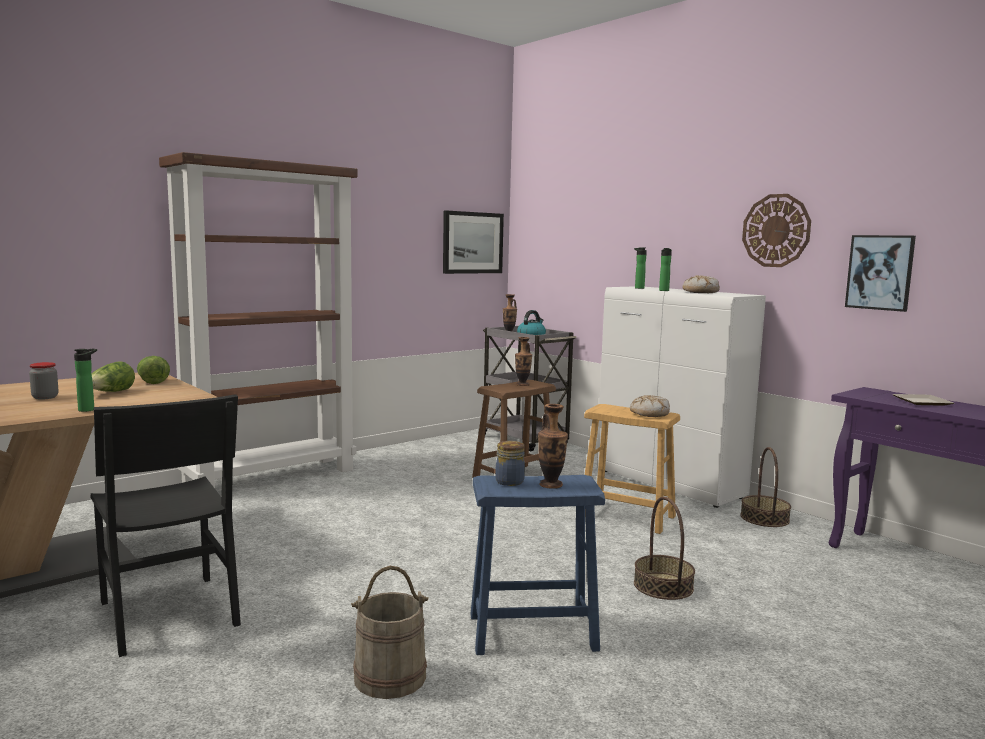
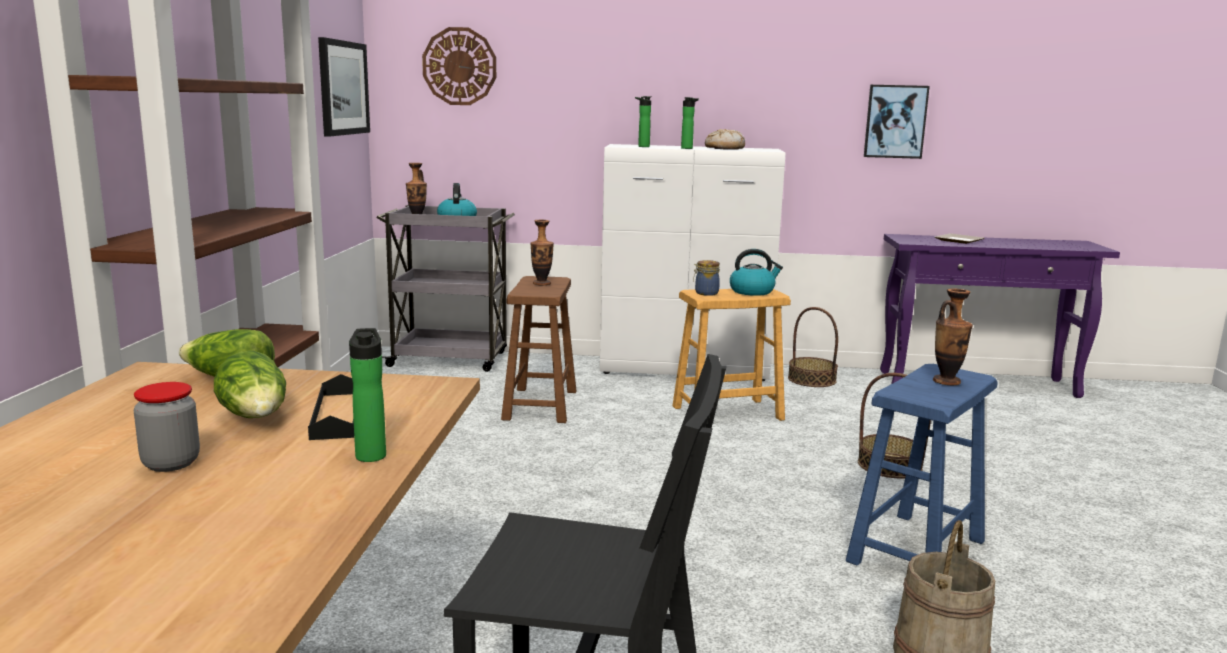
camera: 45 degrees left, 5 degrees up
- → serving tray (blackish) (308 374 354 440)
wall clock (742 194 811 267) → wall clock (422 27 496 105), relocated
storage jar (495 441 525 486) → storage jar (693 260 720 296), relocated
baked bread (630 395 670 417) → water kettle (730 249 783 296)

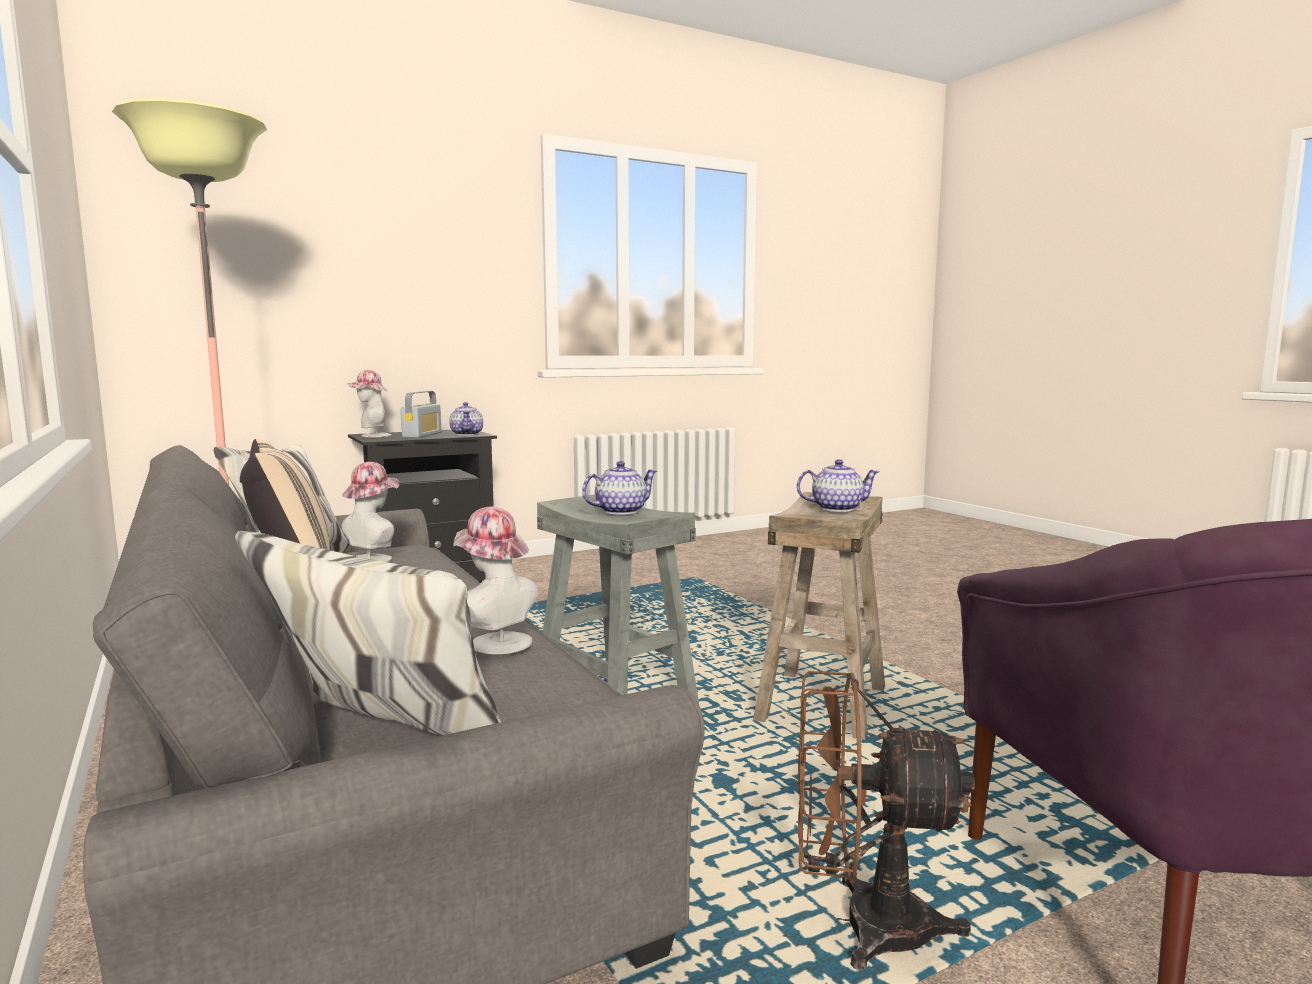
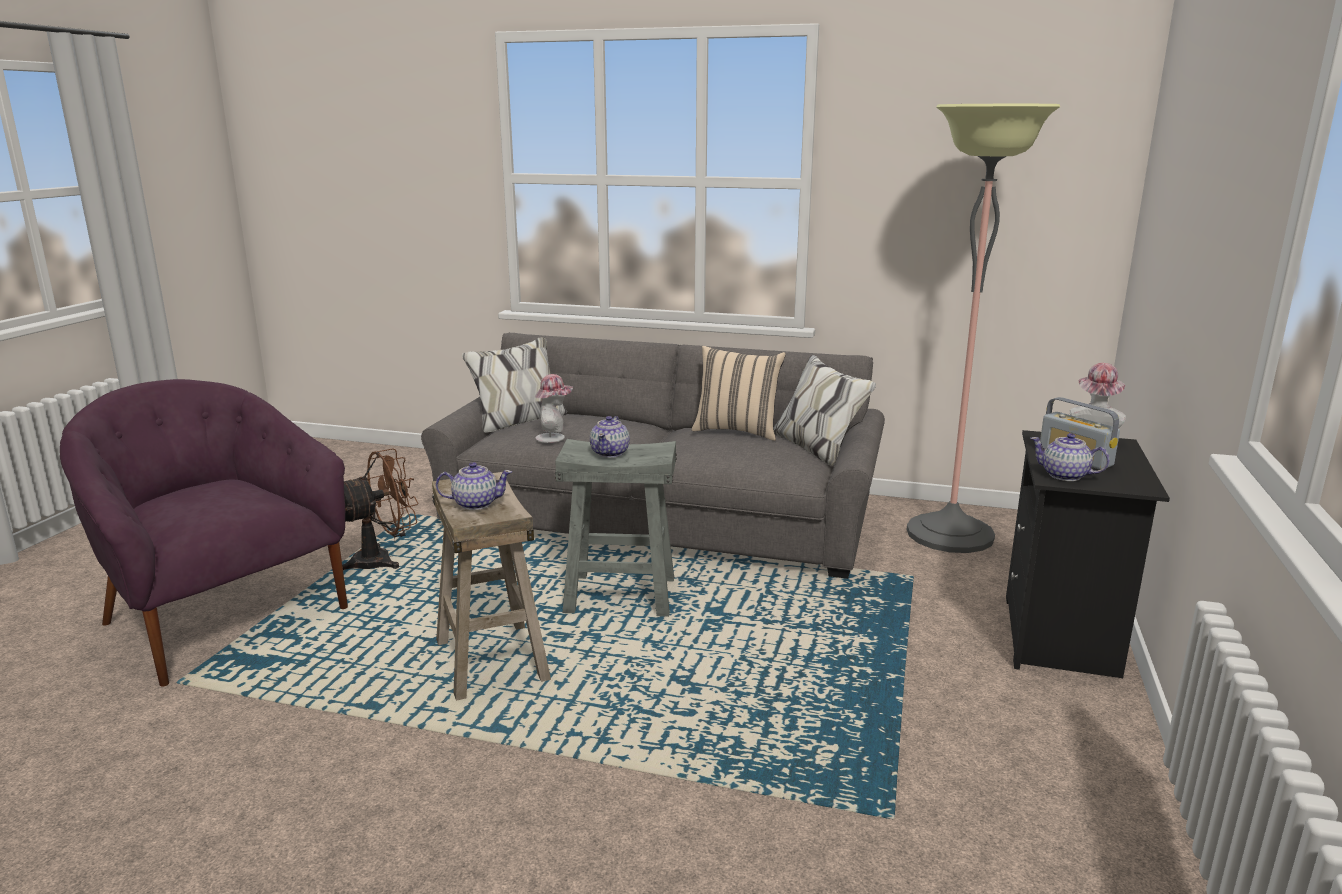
camera: 135 degrees right, 10 degrees up
tea pot (797 459 880 512) → tea pot (436 462 512 510), 135 degrees counterclockwise
clothing hat (341 462 400 562) → -

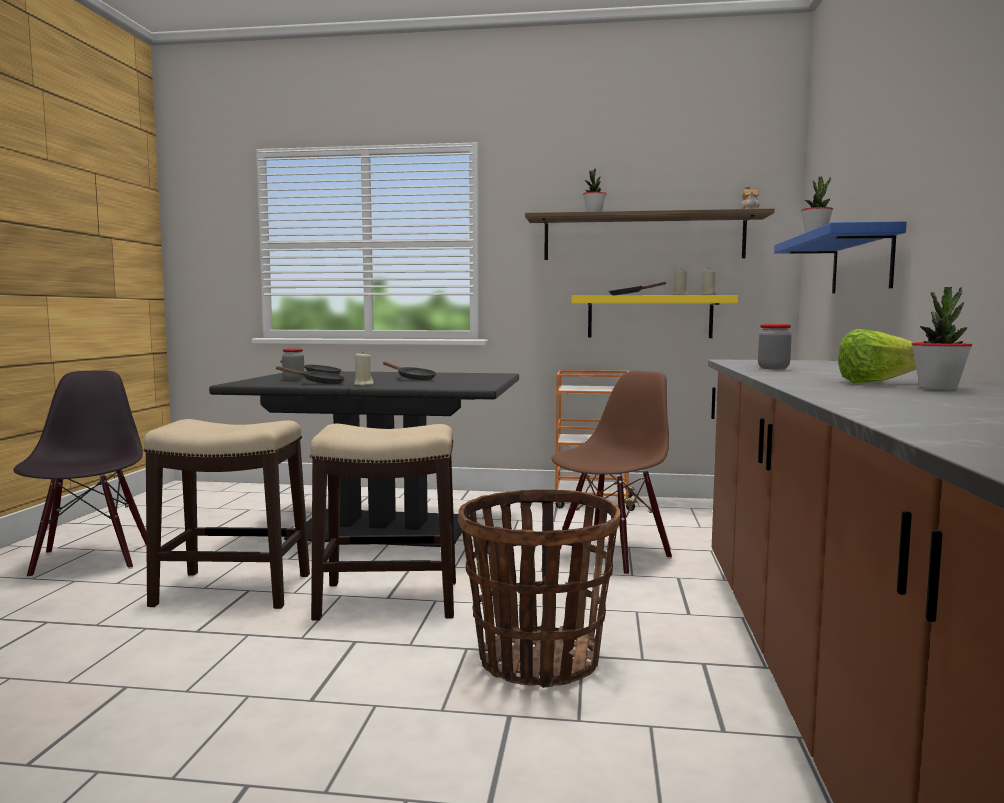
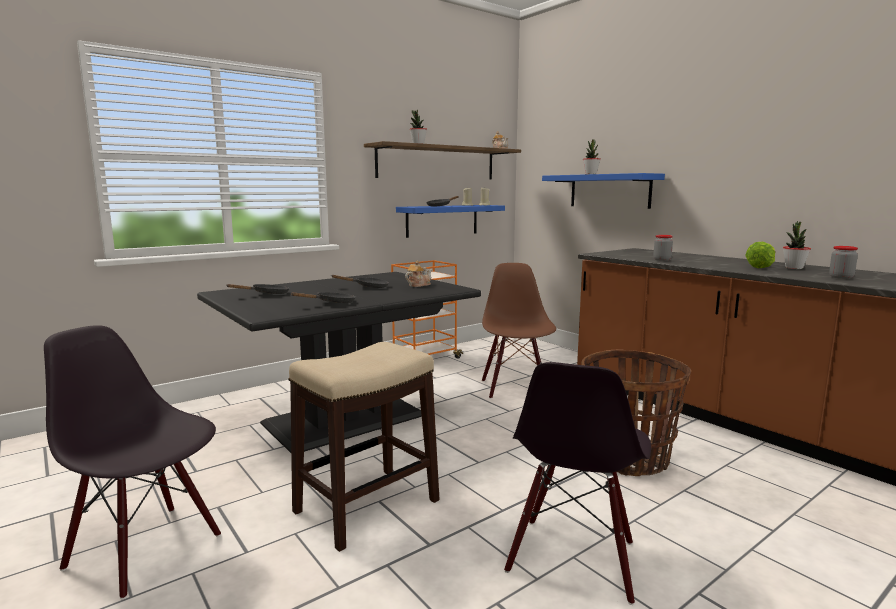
camera: 45 degrees left, 5 degrees up
bracket shelf (yellow) (571 295 738 338) → bracket shelf (blue-coloured) (396 205 505 238)
- → tea pot (405 261 432 287)
- → plain chair (blackish) (504 362 651 605)
storage jar (282 348 304 380) → storage jar (829 246 858 279), relocated
stool (310 423 456 621) → -
wax candle (beige) (354 353 374 386) → -

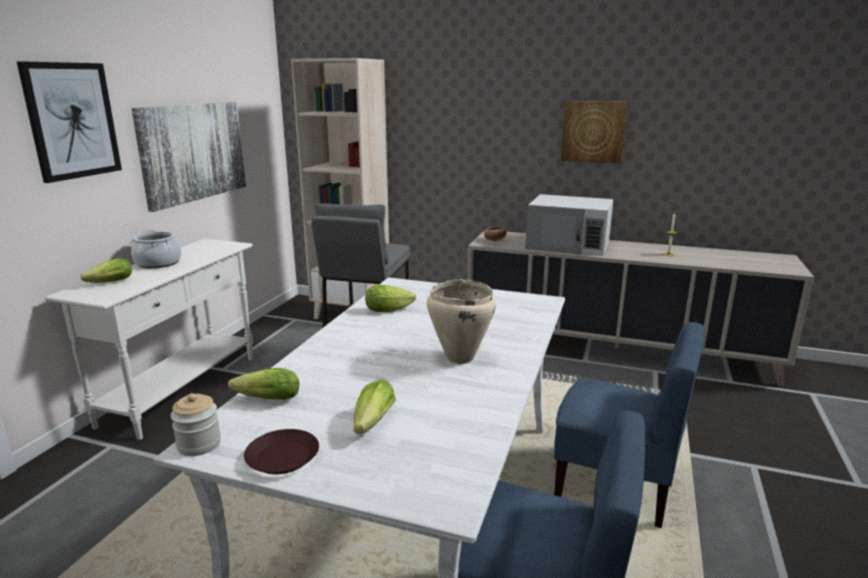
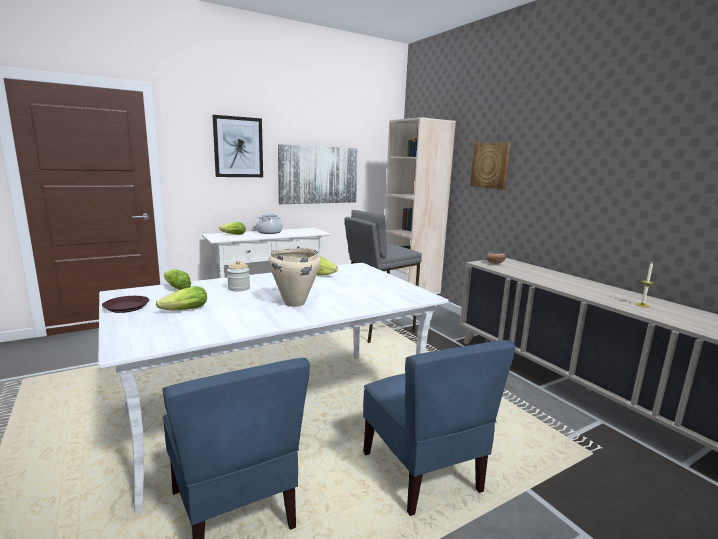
camera: 40 degrees right, 5 degrees down
storage jar (171 393 221 456) → storage jar (227 260 250 291), relocated
picture (561 101 627 164) → picture (470 142 511 189), relocated
microwave (whitish) (525 194 613 256) → -

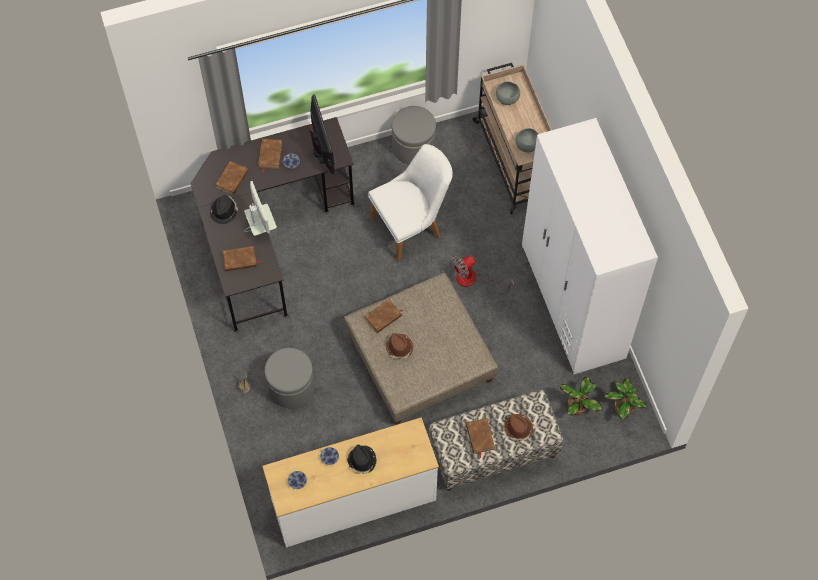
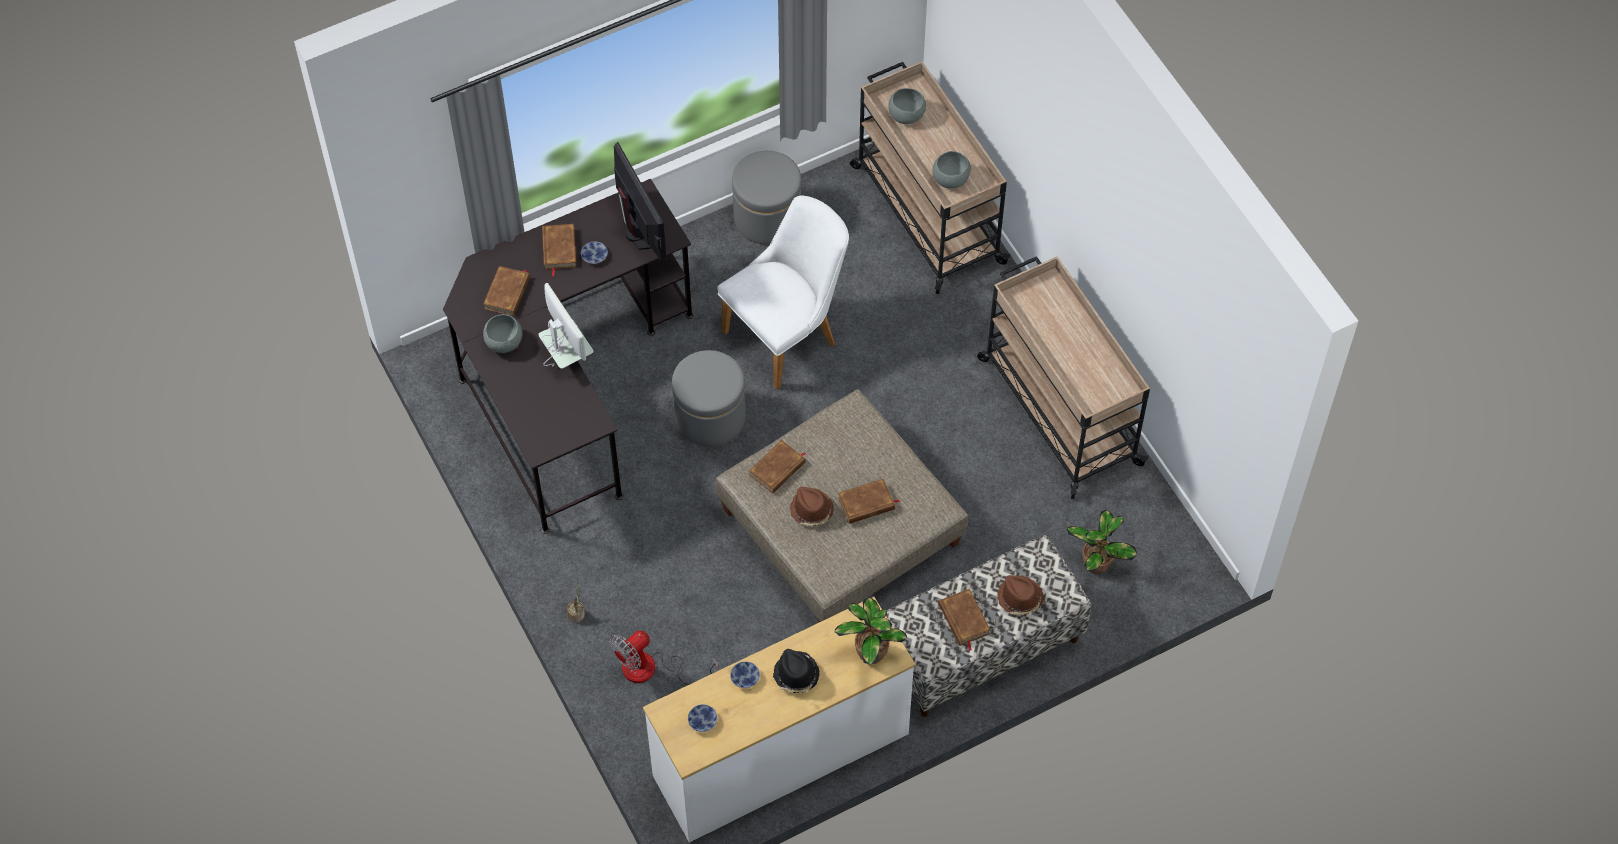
camera: 10 degrees left, 5 degrees down
clothing hat (blackish) (210 195 238 224) → bowl (grey) (483 314 523 353)
electric fan (452 255 515 294) → electric fan (609 630 719 685), relocated
pouffe (grey) (265 348 315 409) → pouffe (grey) (672 350 746 447), relocated
houseplant (604 378 646 420) → houseplant (834 597 907 665), relocated
bound book (brown) (223 246 261 271) → bound book (brown) (838 479 900 524), relocated
clothes cupboard (whitish) (522 118 658 375) → trolley (beige) (977 256 1150 499)

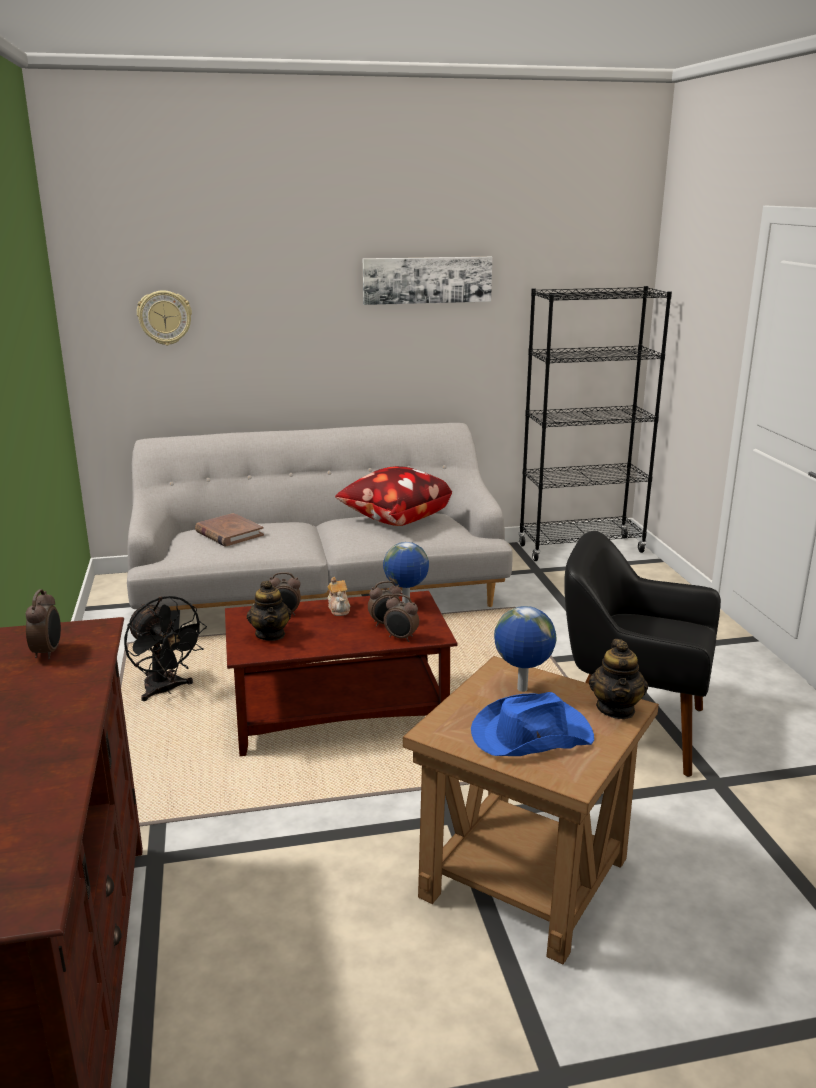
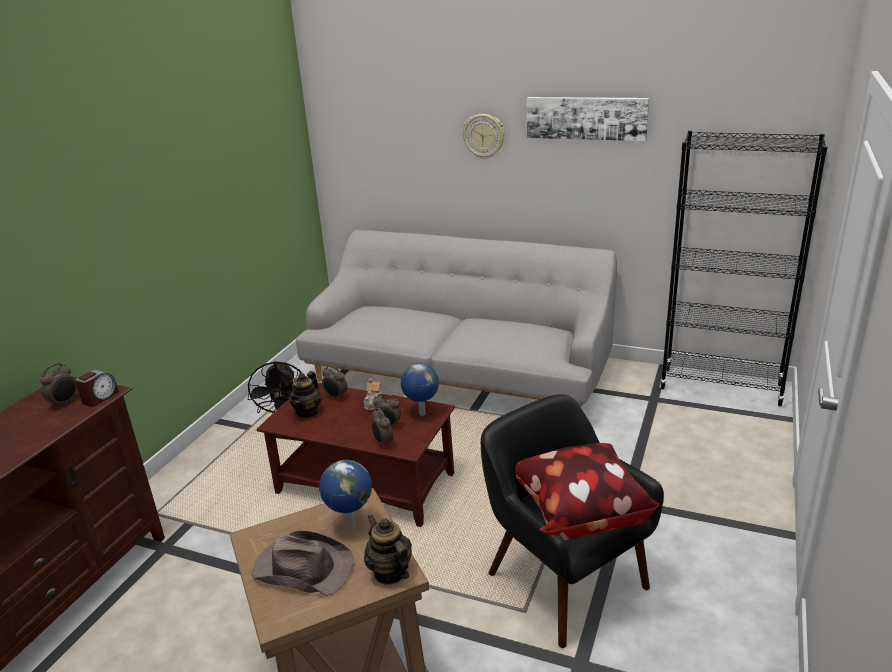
camera: 35 degrees right, 5 degrees up
- → alarm clock (75 370 119 407)
clothing hat (blue-coloured) (471 692 594 756) → clothing hat (brown) (252 530 354 596)
tea pot (589 639 648 719) → tea pot (364 514 412 585), 105 degrees clockwise
wall clock (137 290 192 345) → wall clock (462 114 505 159), relocated
cushion (335 466 452 526) → cushion (515 443 659 541), relocated
bound book (brown) (195 513 264 547) → -

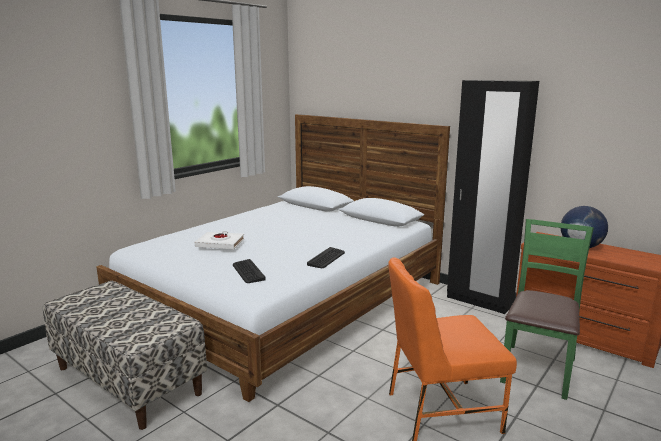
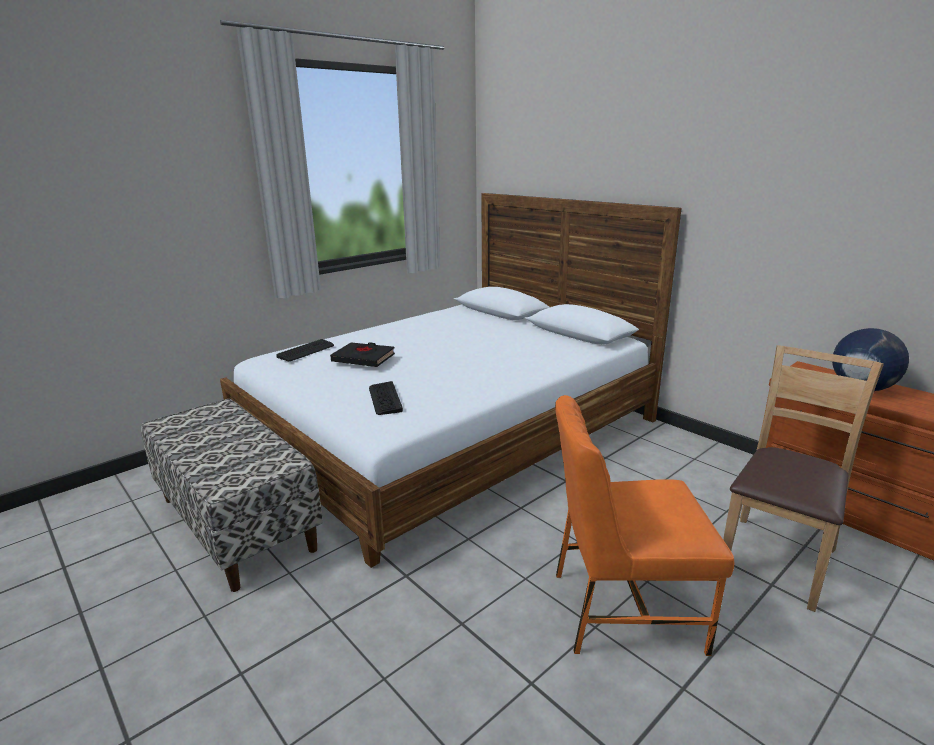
camera: 10 degrees right, 5 degrees up
PC keyboard (307 247 345 268) → PC keyboard (276 339 334 361), relocated
bound book (whitish) (195 231 244 249) → bound book (blackish) (330 342 395 367)
plain chair (green-coloured) (500 219 594 400) → plain chair (brown) (723 345 884 612)
clothes cupboard (blackish) (447 80 539 314) → -

